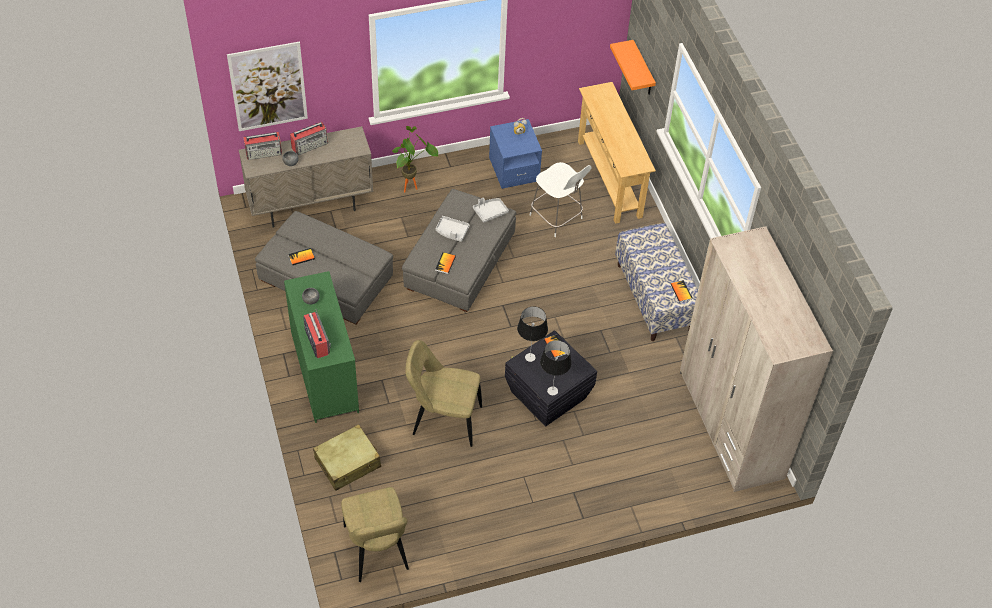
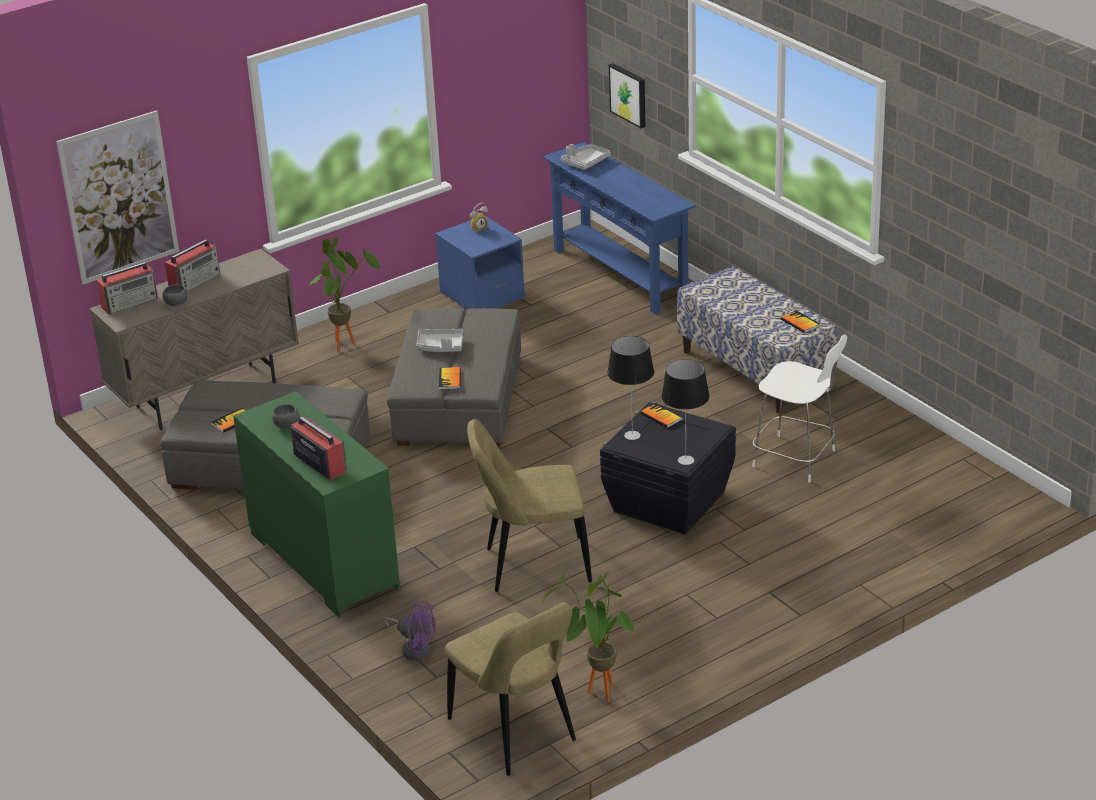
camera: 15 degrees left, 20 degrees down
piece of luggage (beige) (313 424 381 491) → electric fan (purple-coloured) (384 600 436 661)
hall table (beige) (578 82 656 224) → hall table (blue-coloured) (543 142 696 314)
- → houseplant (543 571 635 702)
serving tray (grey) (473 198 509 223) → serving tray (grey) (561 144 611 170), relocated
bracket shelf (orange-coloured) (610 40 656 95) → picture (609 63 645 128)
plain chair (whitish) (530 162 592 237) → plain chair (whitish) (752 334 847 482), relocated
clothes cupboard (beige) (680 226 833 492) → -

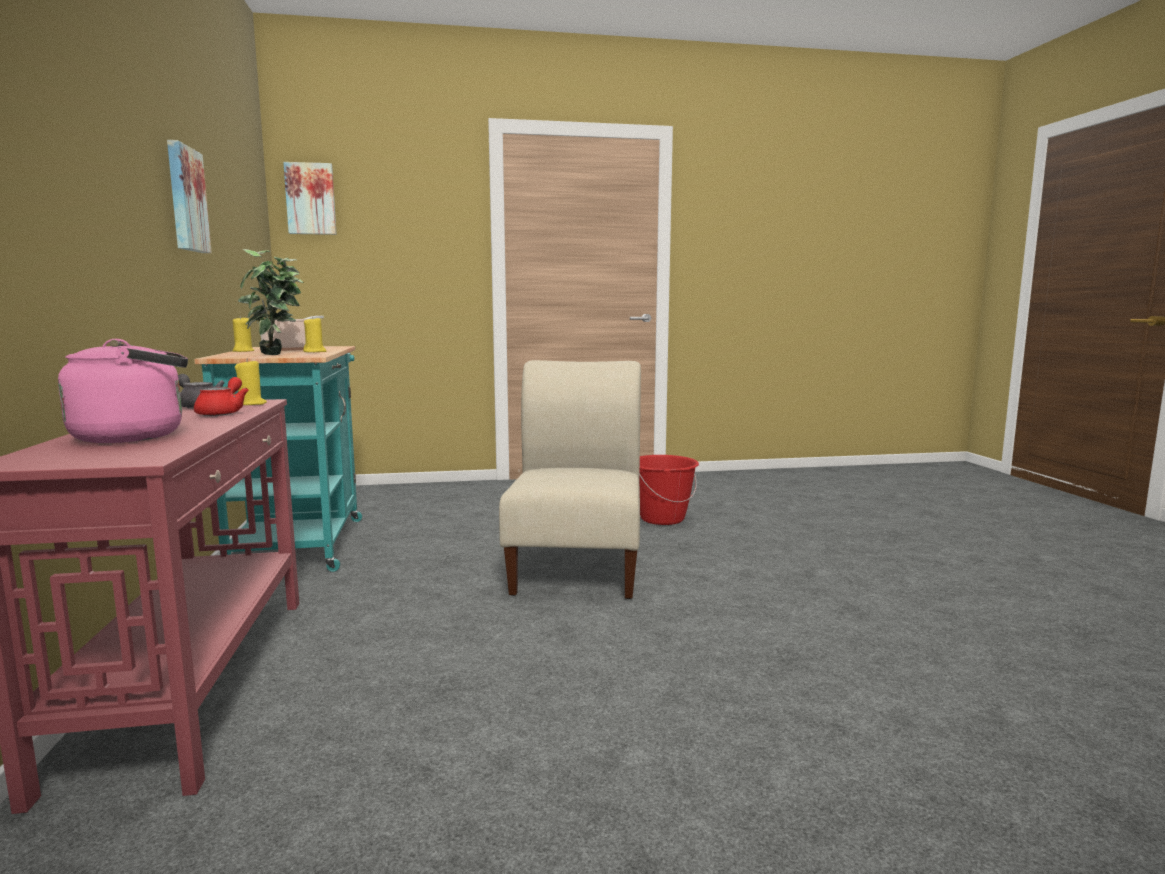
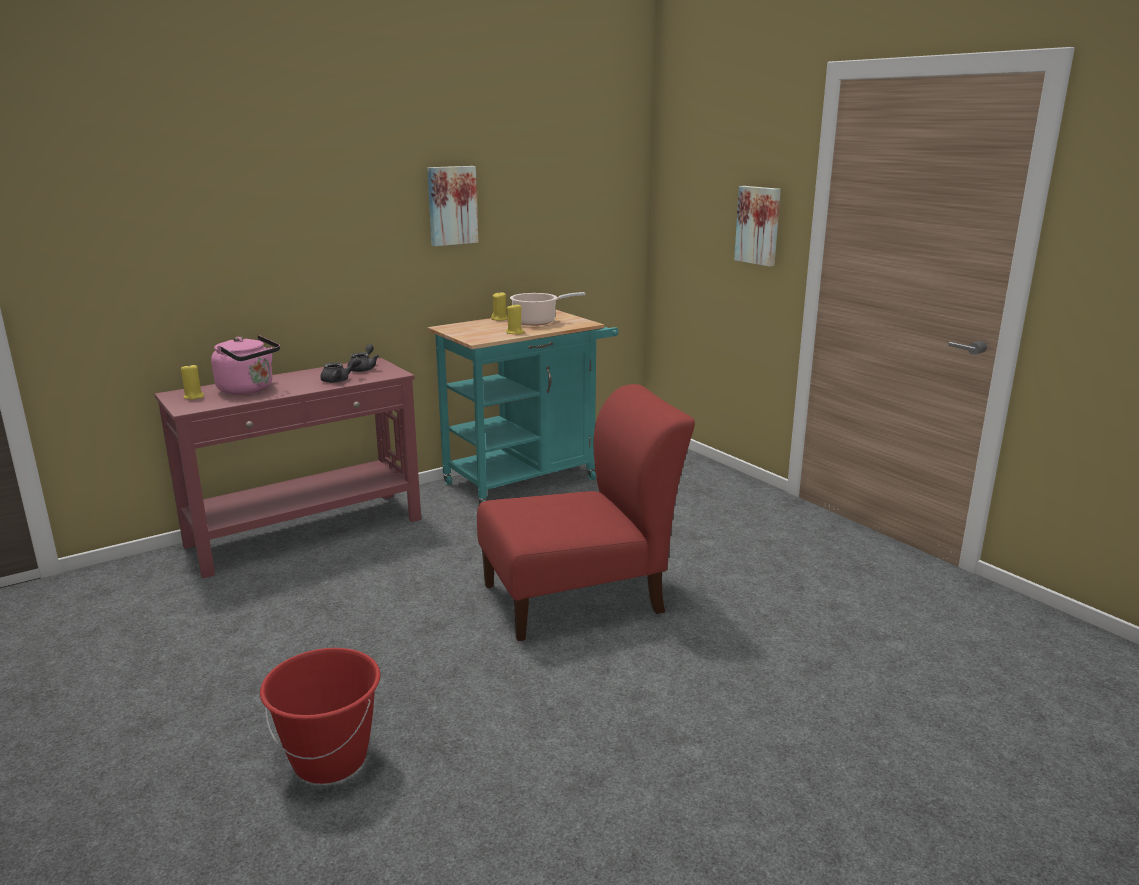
camera: 65 degrees right, 10 degrees up
wax candle (yellow) (235 358 267 405) → wax candle (yellow) (181 363 204 400), relocated
water bucket (red) (639 455 699 525) → water bucket (red) (260 648 381 784), relocated
tea pot (red) (194 377 249 416) → tea pot (grey) (320 357 362 383)
plain chair (beige) (499 360 641 599) → plain chair (red) (477 384 695 641)
picture (283 162 337 235) → picture (734 186 781 267), relocated
houseplant (238 249 303 355) → -

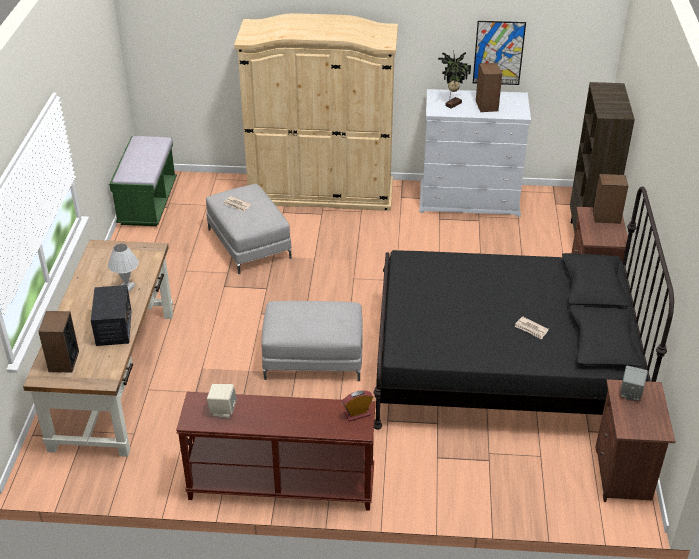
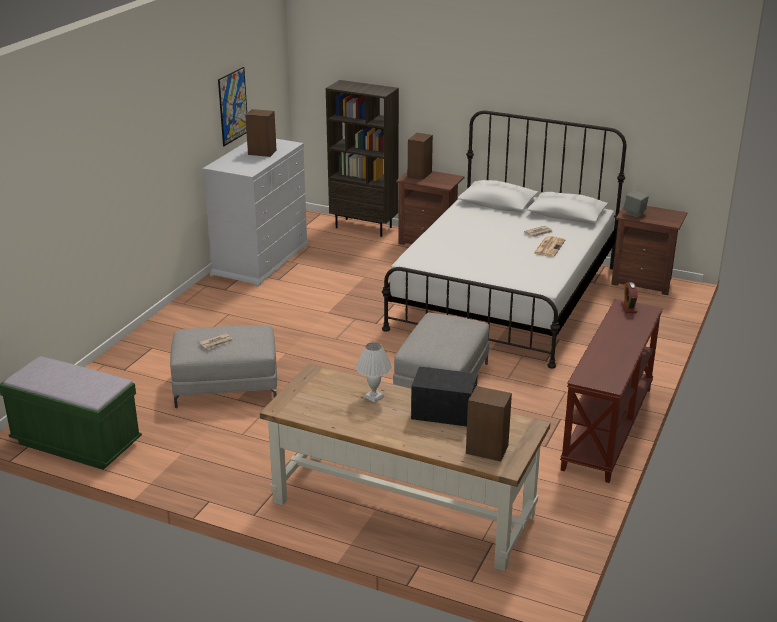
camera: 70 degrees left, 10 degrees down
sleeping bed (blackish) (374 186 674 430) → sleeping bed (whitish) (382 110 627 369)
- → newspaper (533 236 566 257)
loudspeaker (beige) (207 384 237 418) → -
clothes cupboard (beige) (234 13 398 211) → -
houseplant (438 51 471 109) → -

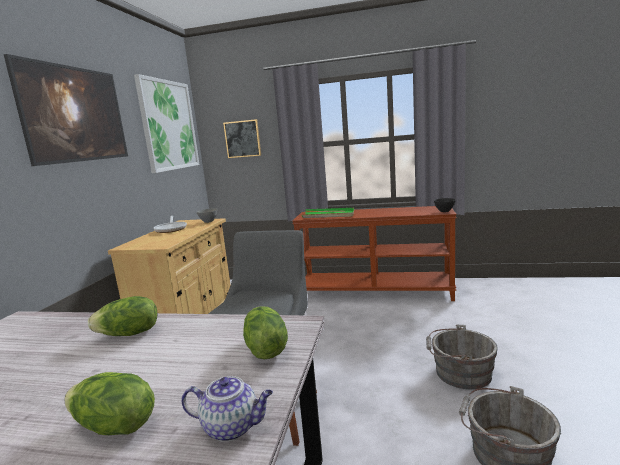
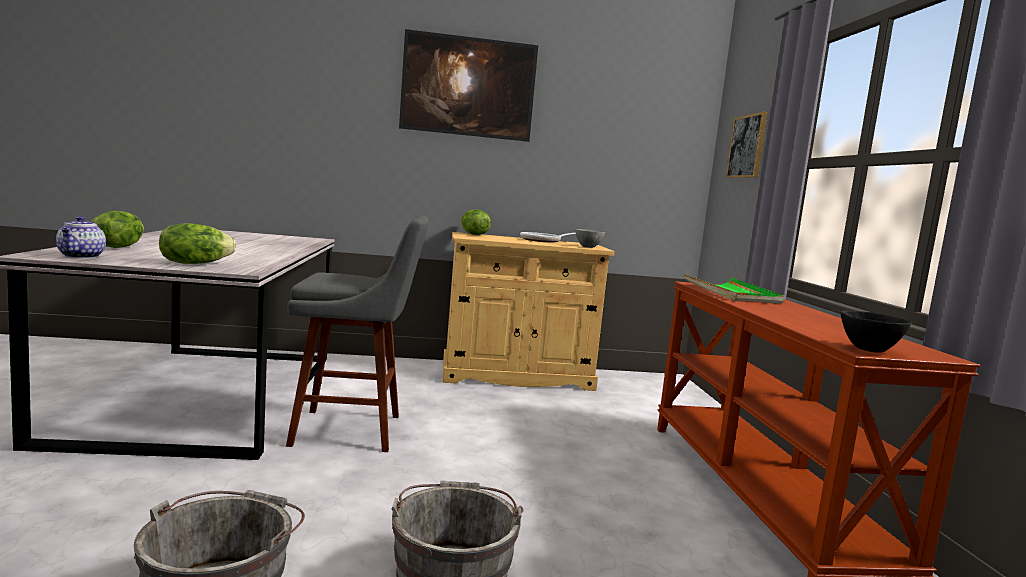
camera: 70 degrees right, 5 degrees down
head of lettuce (88 296 157 336) → head of lettuce (461 209 491 235), relocated
picture (134 74 200 173) → -

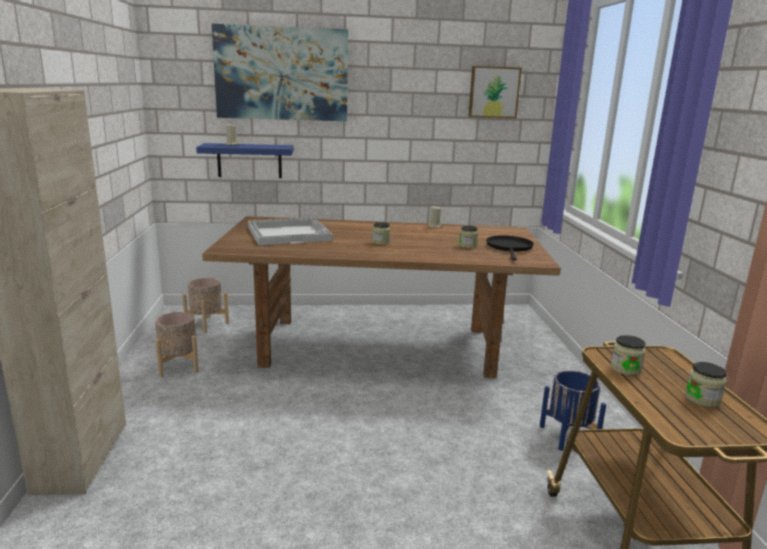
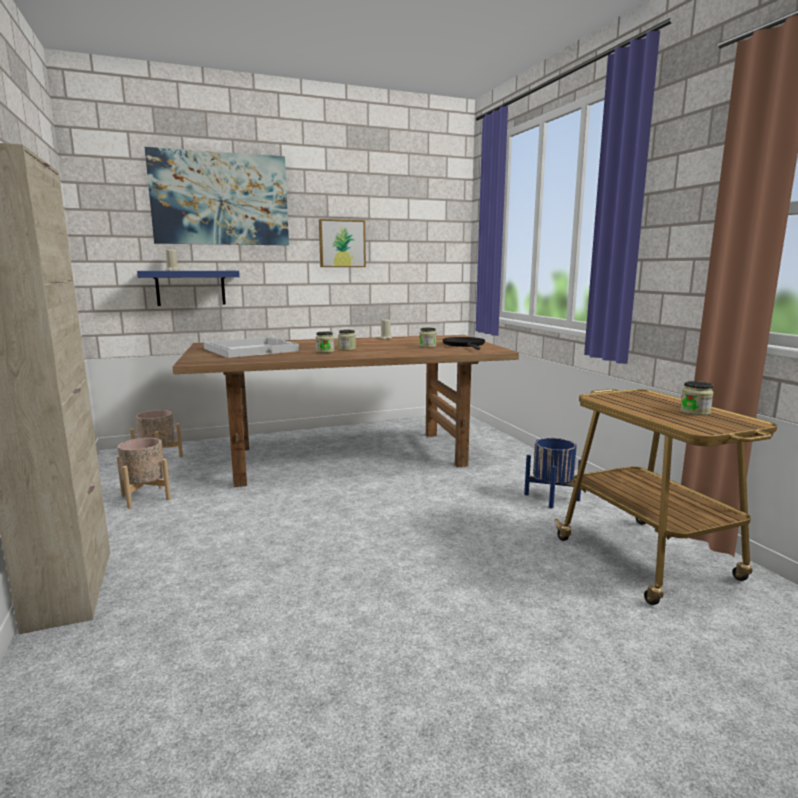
camera: 15 degrees left, 5 degrees down
storage jar (610 335 646 376) → storage jar (316 332 334 353), relocated
picture (469 66 522 118) → picture (319 219 366 267), relocated

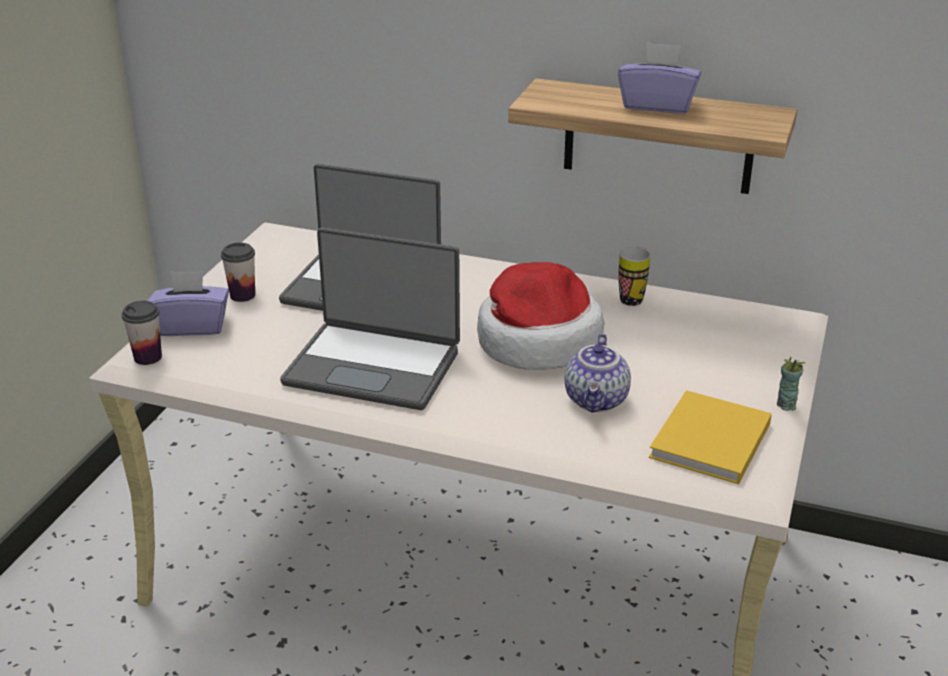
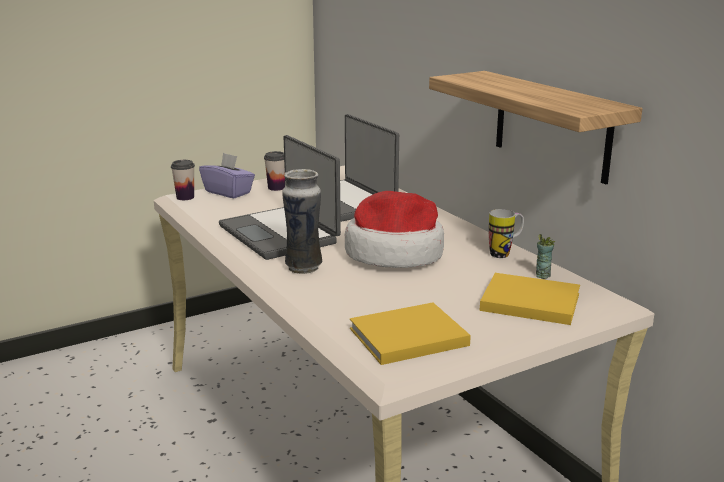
camera: 40 degrees right, 10 degrees down
- → decorative vase (282 169 322 274)
- → bound book (yellow) (480 273 580 325)
small cup (777 357 806 411) → small cup (536 234 555 279), relocated
tea pot (565 333 631 413) → -
box of tissues (purple-coloured) (618 42 701 114) → -

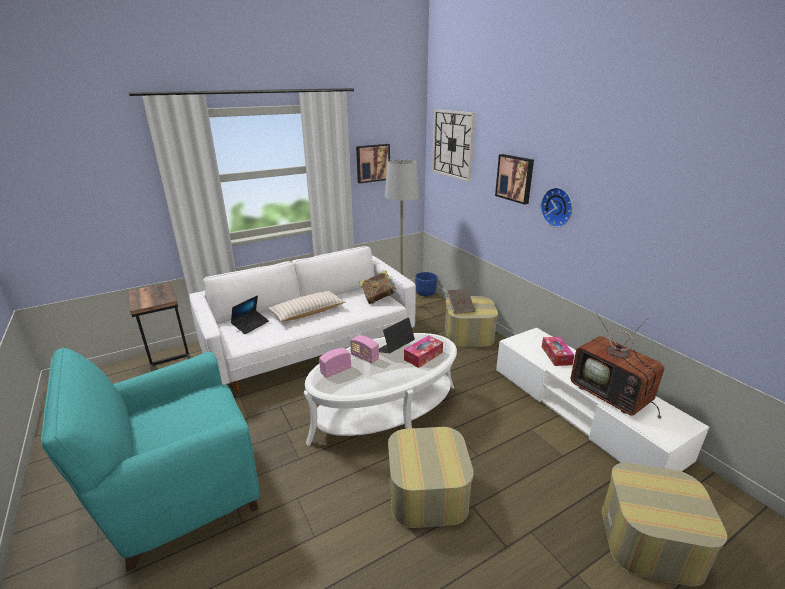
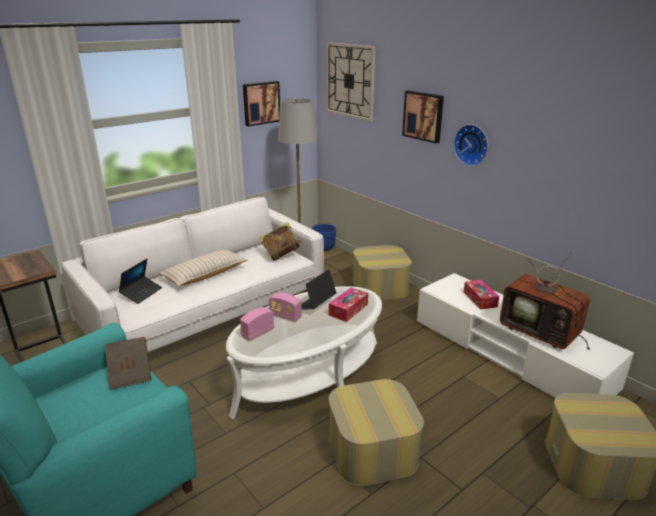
camera: 10 degrees left, 0 degrees up
bound book (brown) (447 289 475 314) → bound book (brown) (105 337 151 390), relocated

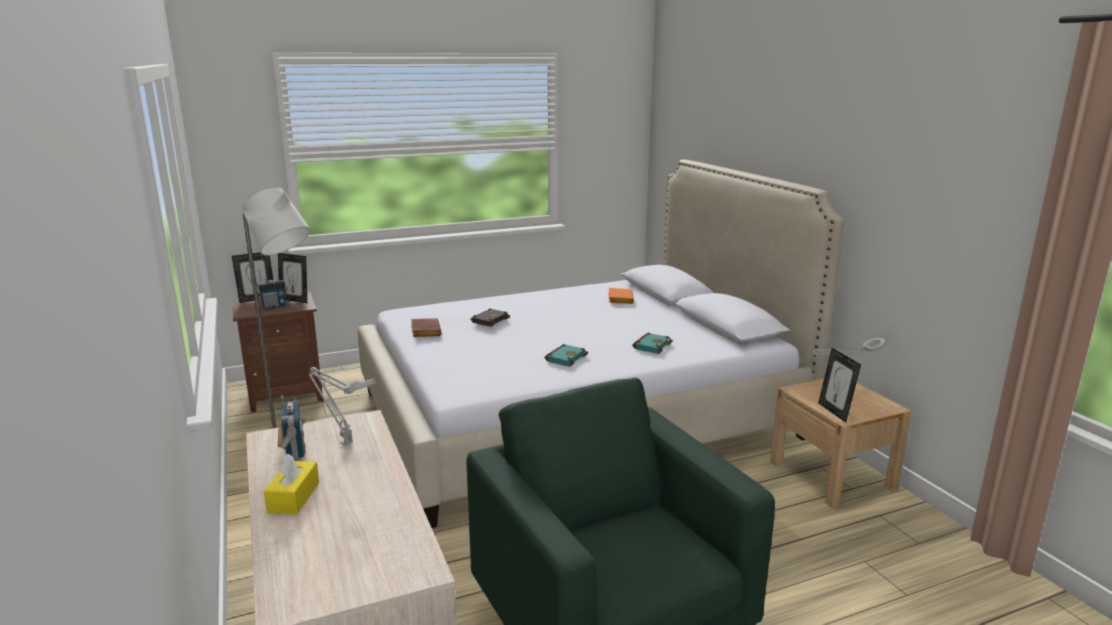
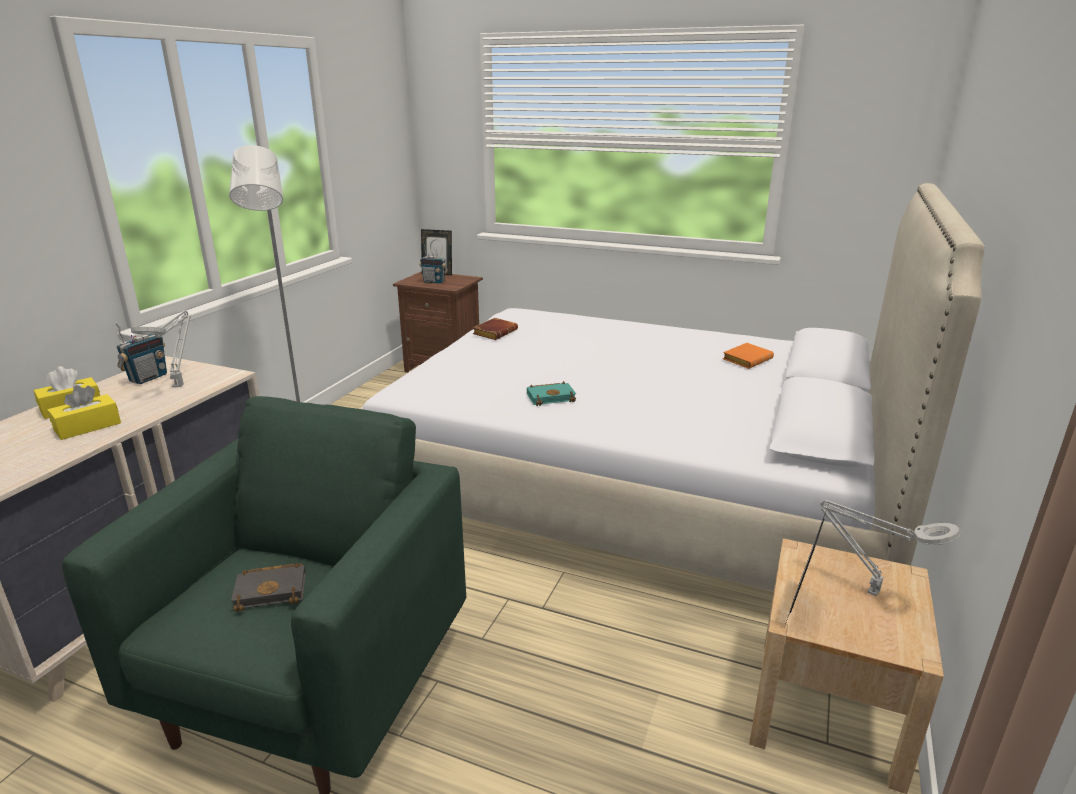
camera: 45 degrees right, 5 degrees up
- → box of tissues (yellow) (47 385 121 440)
bound book (blackish) (470 308 510 327) → bound book (blackish) (231 563 306 612), relocated
picture frame (278 253 307 303) → -
bound book (blue-green) (632 333 673 354) → -

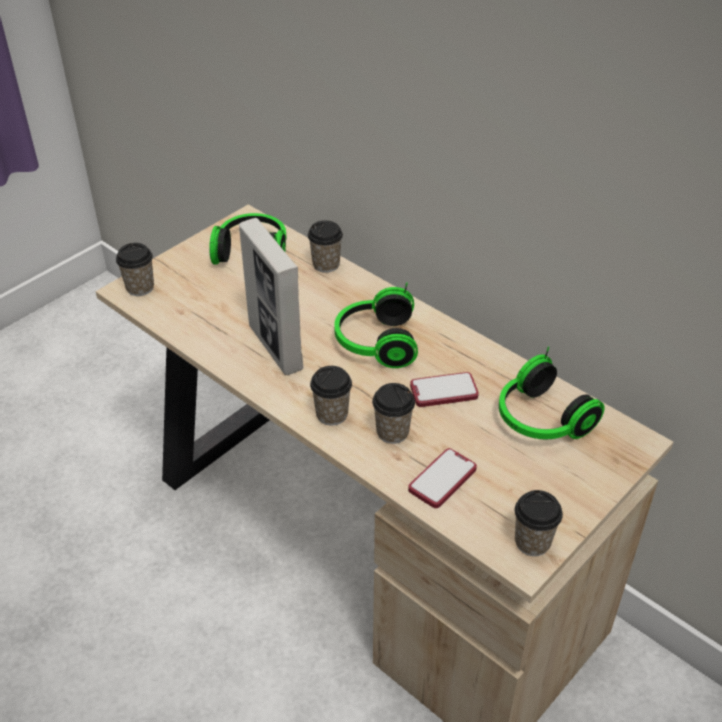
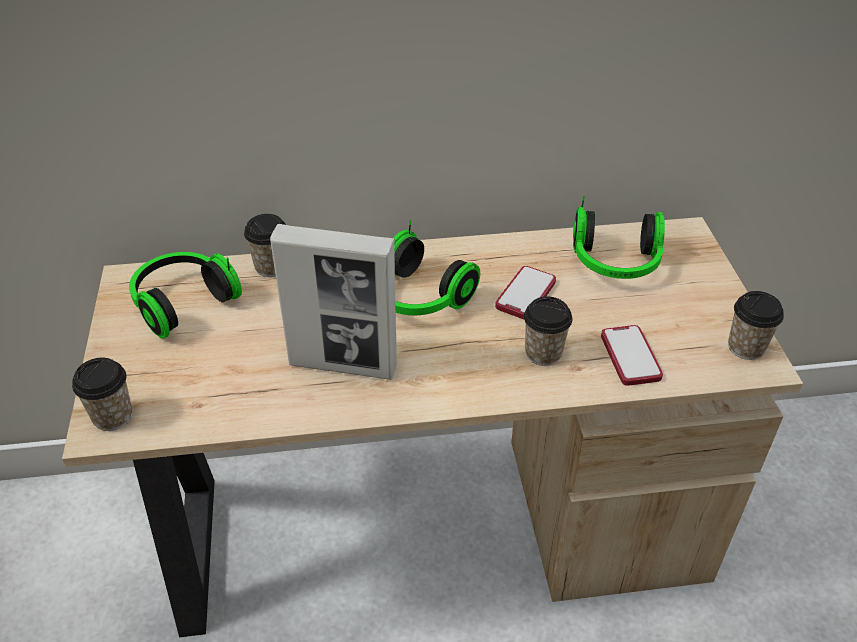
camera: 50 degrees left, 0 degrees up
small cup (310 366 352 426) → -

